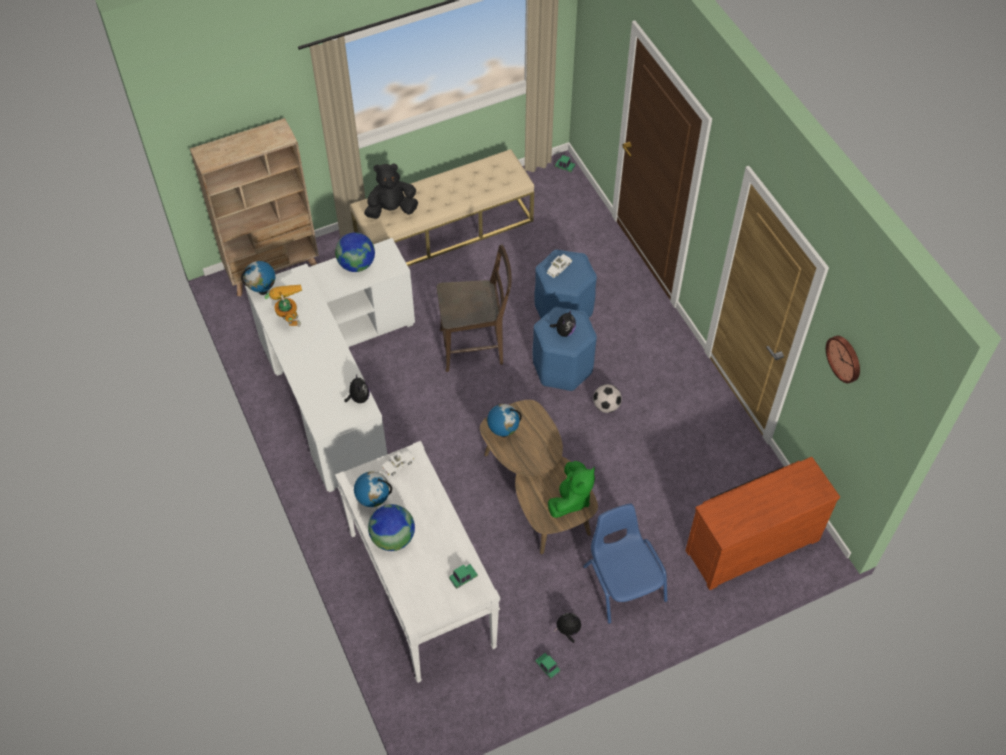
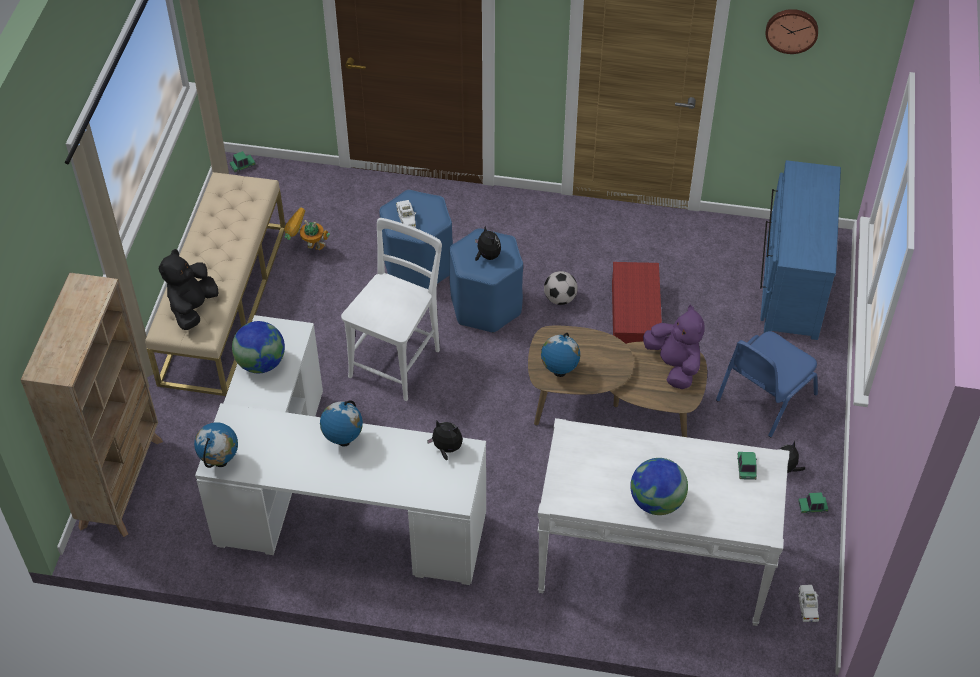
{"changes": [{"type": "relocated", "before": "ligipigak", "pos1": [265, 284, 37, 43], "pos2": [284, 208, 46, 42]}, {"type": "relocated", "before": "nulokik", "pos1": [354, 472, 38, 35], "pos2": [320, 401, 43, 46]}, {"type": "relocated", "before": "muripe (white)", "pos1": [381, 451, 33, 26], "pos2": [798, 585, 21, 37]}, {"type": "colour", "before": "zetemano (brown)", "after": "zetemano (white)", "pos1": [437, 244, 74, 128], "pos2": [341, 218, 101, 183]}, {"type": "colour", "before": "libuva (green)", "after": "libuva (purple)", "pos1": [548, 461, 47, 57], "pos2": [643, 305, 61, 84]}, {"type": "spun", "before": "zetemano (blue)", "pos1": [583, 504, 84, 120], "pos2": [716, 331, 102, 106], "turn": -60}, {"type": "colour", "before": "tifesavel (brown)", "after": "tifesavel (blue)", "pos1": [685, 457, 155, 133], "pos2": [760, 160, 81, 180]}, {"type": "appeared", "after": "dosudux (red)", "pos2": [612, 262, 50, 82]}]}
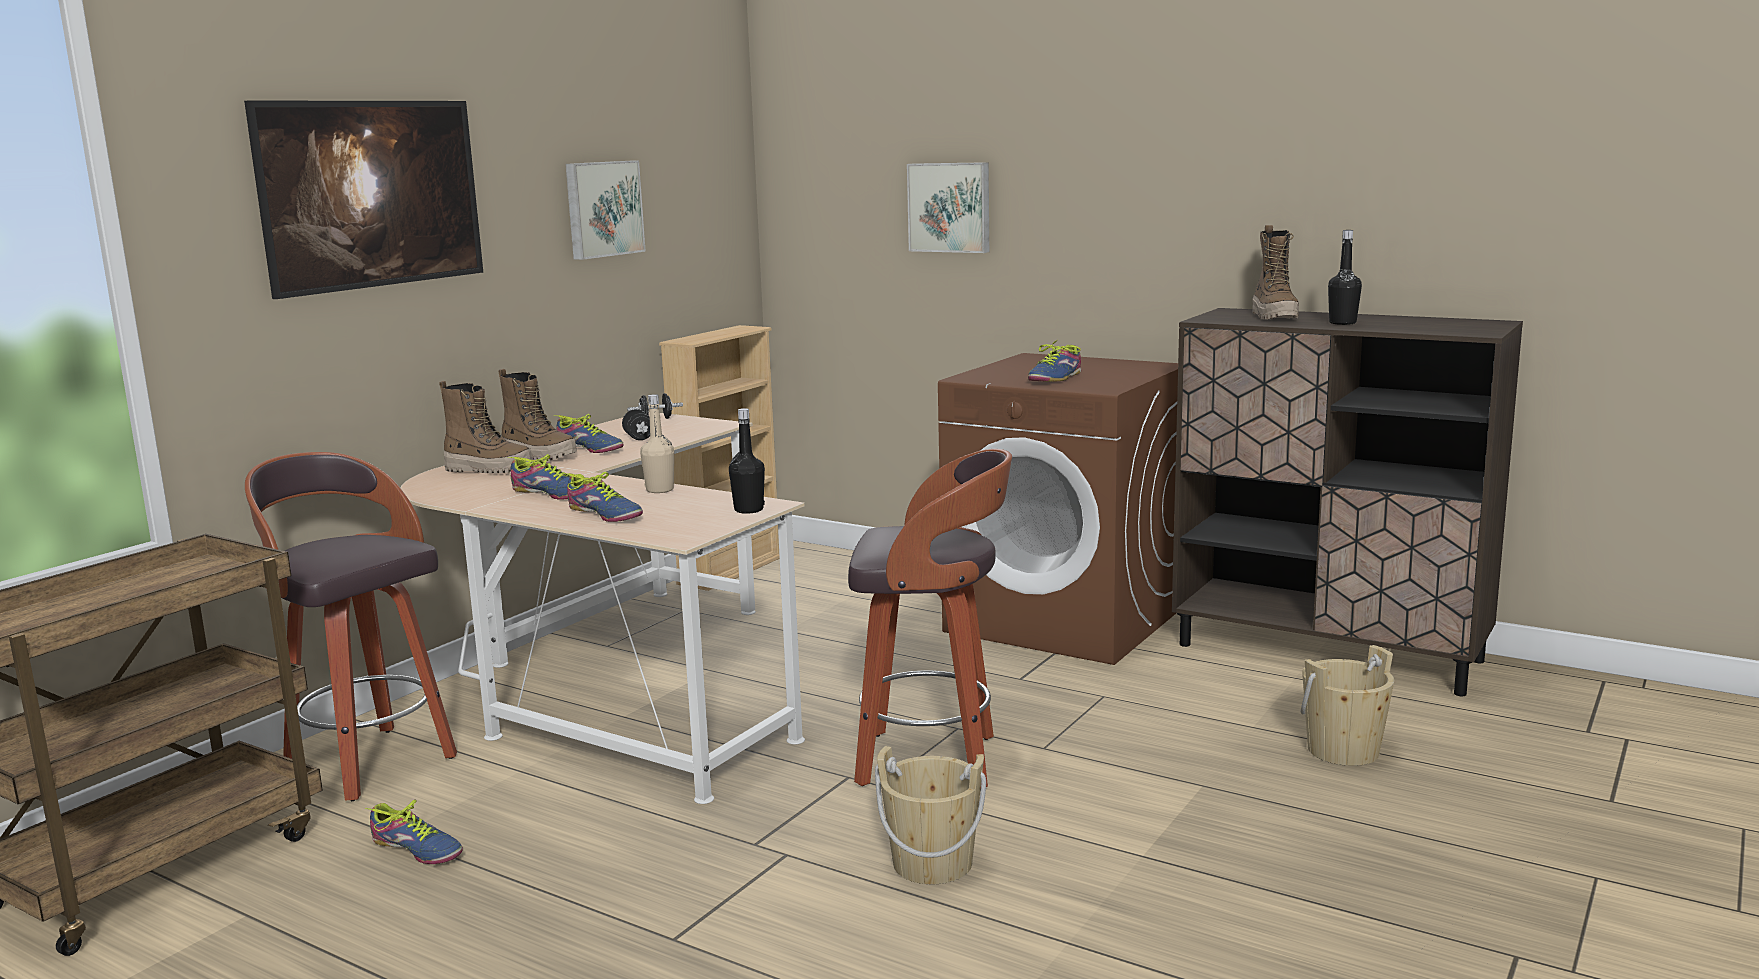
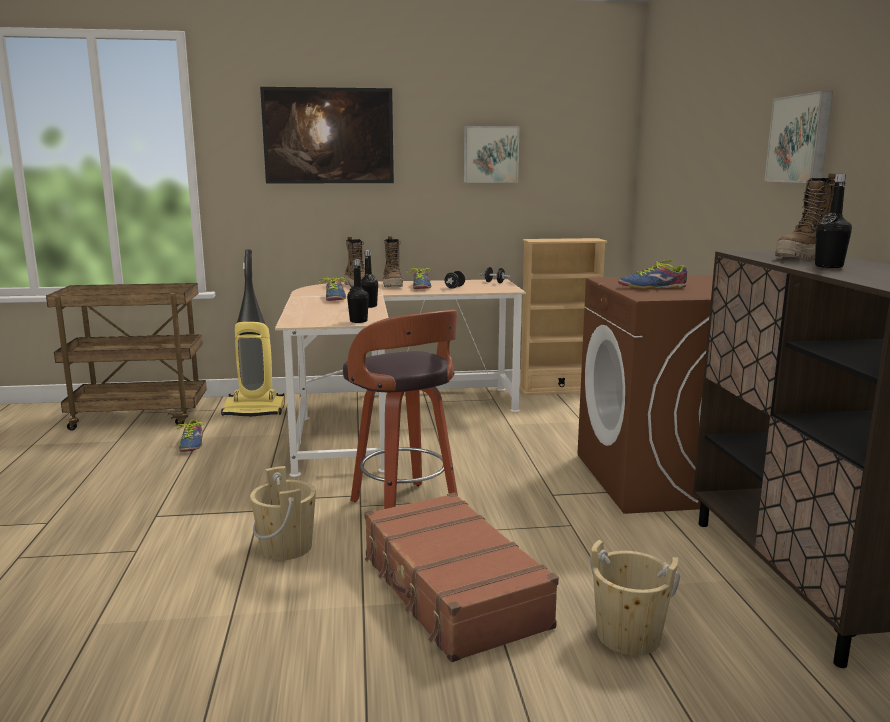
{"changes": [{"type": "exchanged", "before": "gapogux", "after": "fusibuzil", "pos1": [245, 452, 212, 349], "pos2": [221, 249, 64, 168]}, {"type": "missing", "before": "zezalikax", "pos1": [563, 472, 80, 50]}, {"type": "colour", "before": "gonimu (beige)", "after": "gonimu (black)", "pos1": [640, 394, 34, 99], "pos2": [361, 250, 17, 58]}, {"type": "relocated", "before": "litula", "pos1": [907, 162, 82, 91], "pos2": [765, 91, 68, 92]}, {"type": "appeared", "after": "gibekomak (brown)", "pos2": [364, 493, 195, 169]}]}
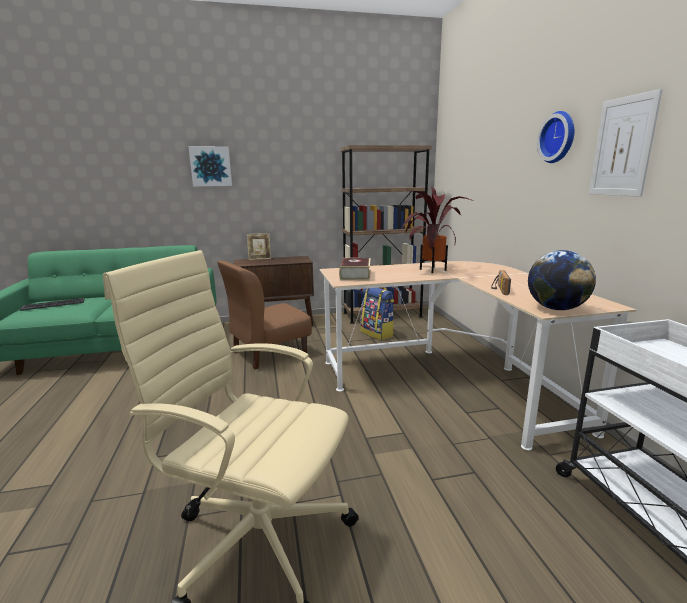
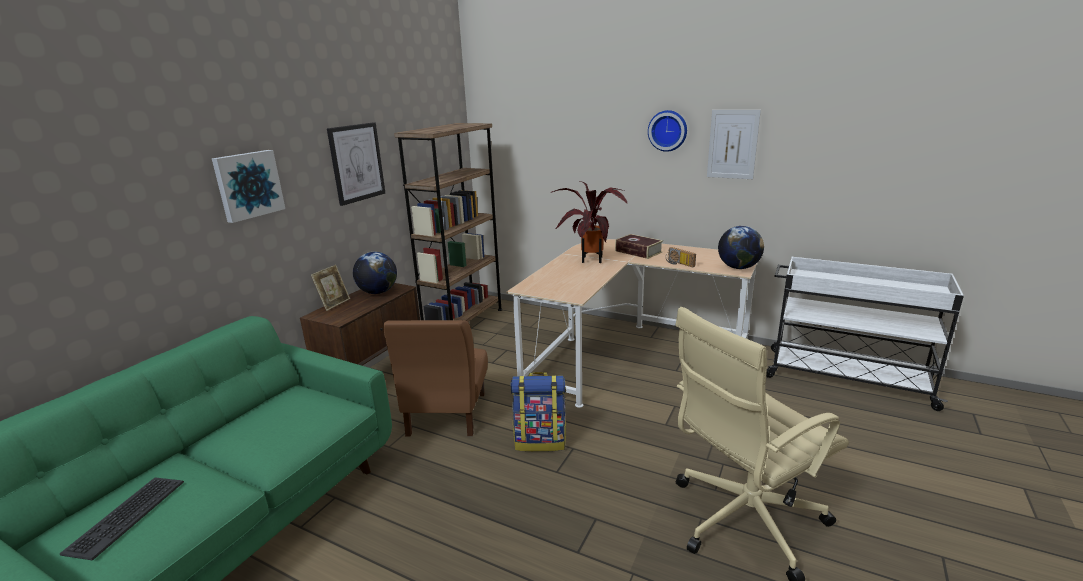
{"changes": [{"type": "relocated", "before": "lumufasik", "pos1": [339, 258, 32, 22], "pos2": [615, 234, 48, 25]}, {"type": "relocated", "before": "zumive", "pos1": [360, 287, 34, 53], "pos2": [510, 372, 56, 80]}, {"type": "appeared", "after": "litula", "pos2": [327, 122, 58, 84]}, {"type": "appeared", "after": "nulokik", "pos2": [353, 252, 44, 42]}]}
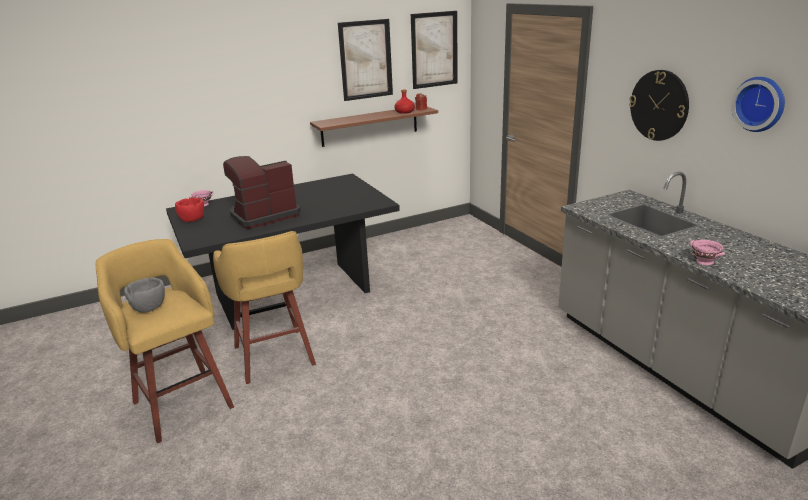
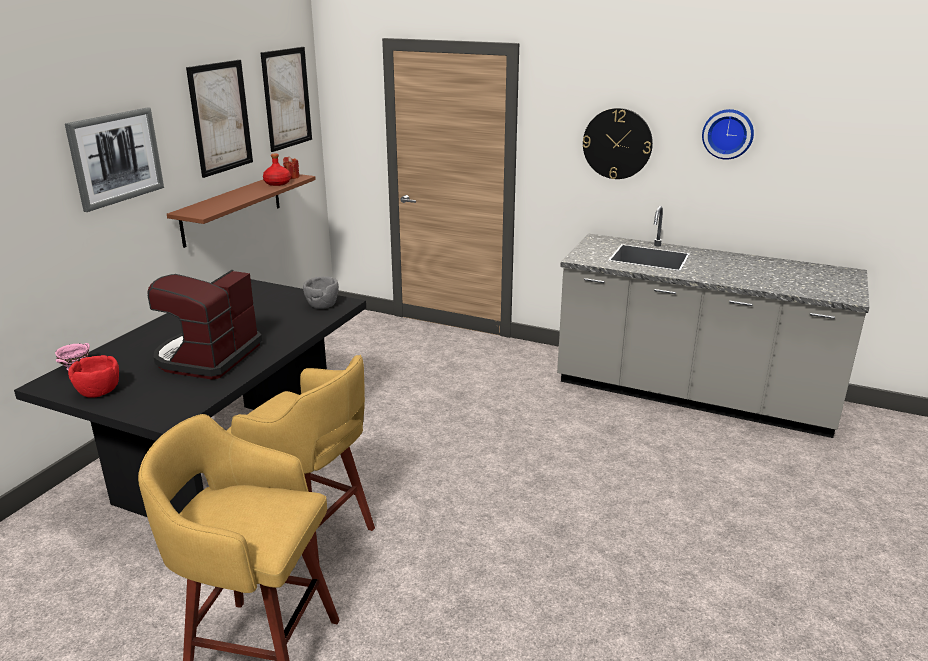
{"changes": [{"type": "relocated", "before": "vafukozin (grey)", "pos1": [124, 277, 41, 35], "pos2": [303, 276, 36, 33]}, {"type": "missing", "before": "vafukozin (pink)", "pos1": [690, 240, 35, 25]}, {"type": "appeared", "after": "litula", "pos2": [65, 107, 99, 105]}]}
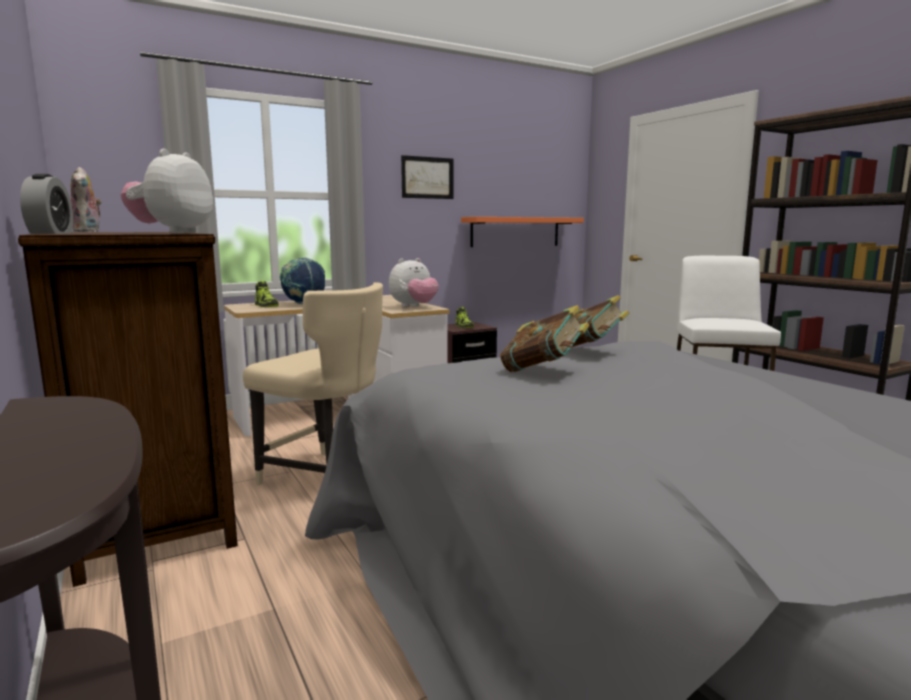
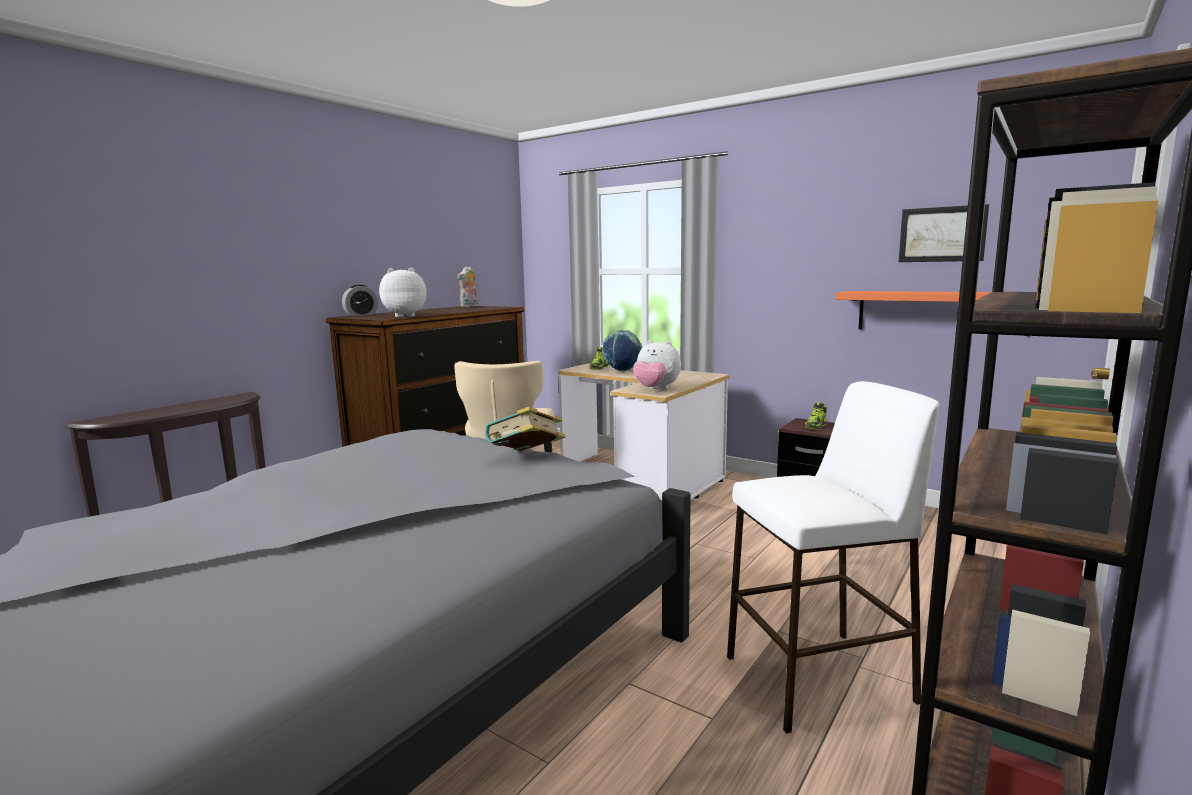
{"changes": [{"type": "relocated", "before": "litula", "pos1": [401, 155, 53, 44], "pos2": [899, 204, 90, 58]}, {"type": "missing", "before": "lumufasik", "pos1": [500, 305, 89, 67]}]}
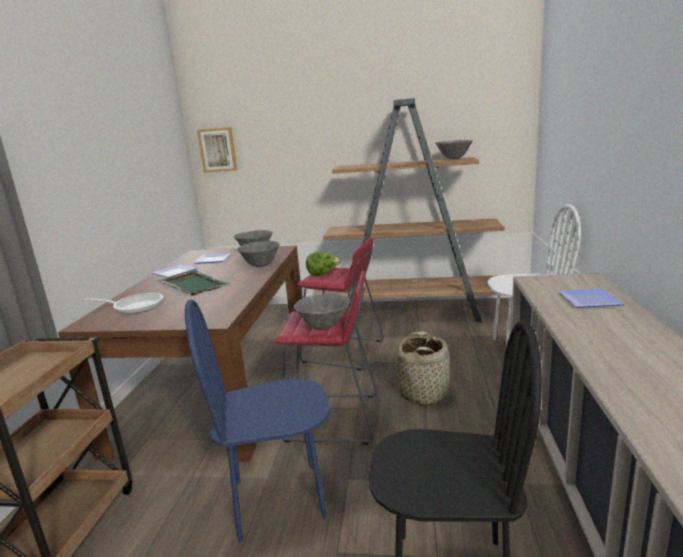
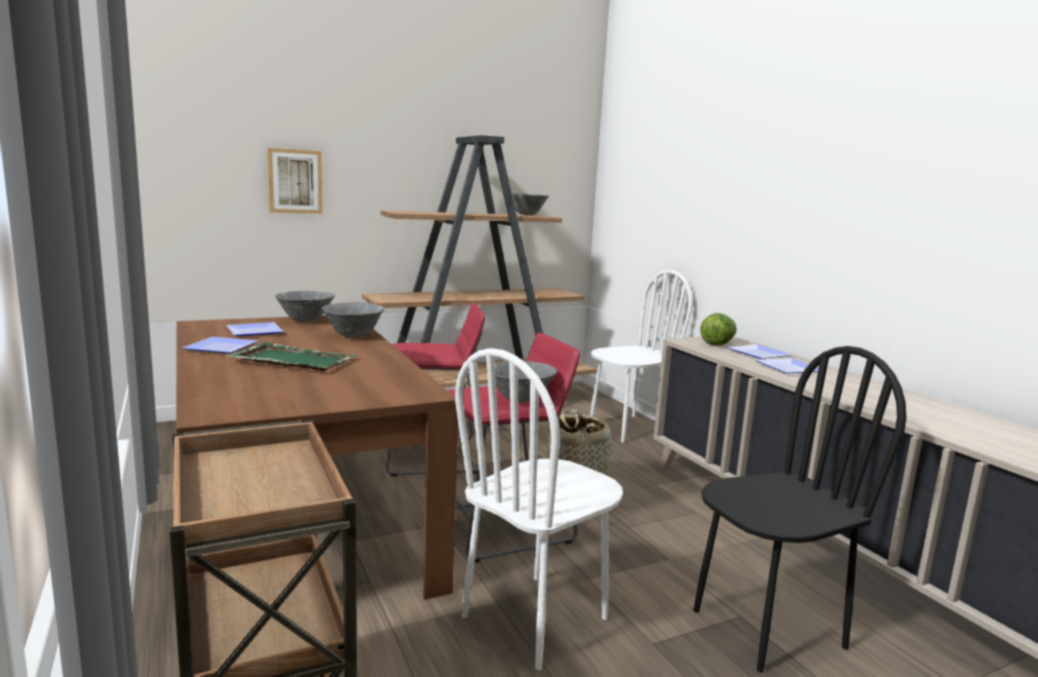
{"changes": [{"type": "missing", "before": "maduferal", "pos1": [84, 293, 79, 21]}, {"type": "colour", "before": "zetemano (blue)", "after": "zetemano (white)", "pos1": [185, 300, 145, 242], "pos2": [455, 348, 168, 322]}, {"type": "relocated", "before": "litula", "pos1": [197, 127, 40, 46], "pos2": [267, 148, 55, 66]}, {"type": "relocated", "before": "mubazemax", "pos1": [306, 252, 34, 24], "pos2": [700, 313, 37, 33]}, {"type": "appeared", "after": "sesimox", "pos2": [755, 358, 64, 16]}]}
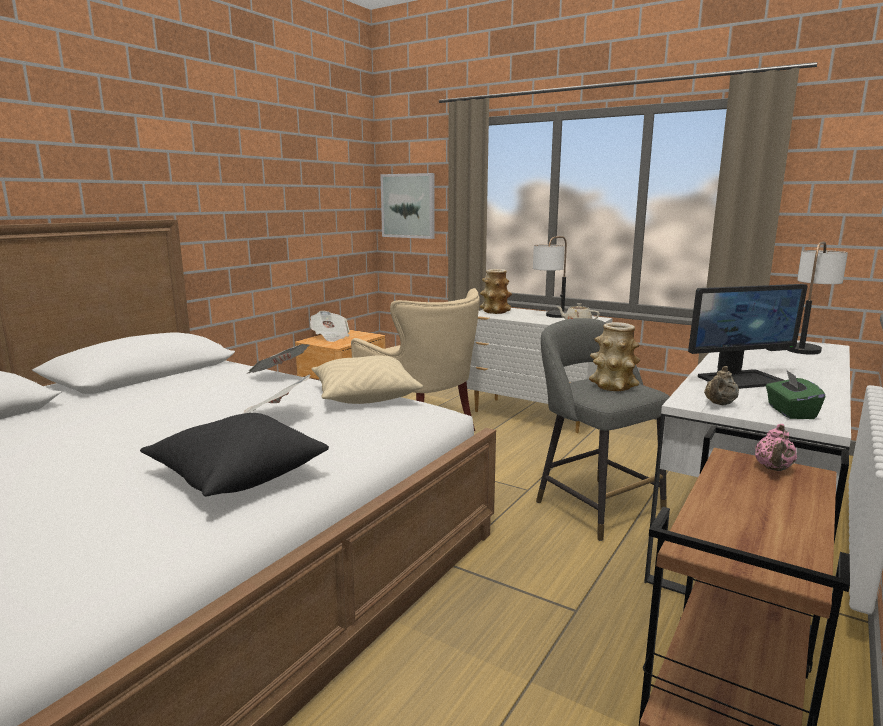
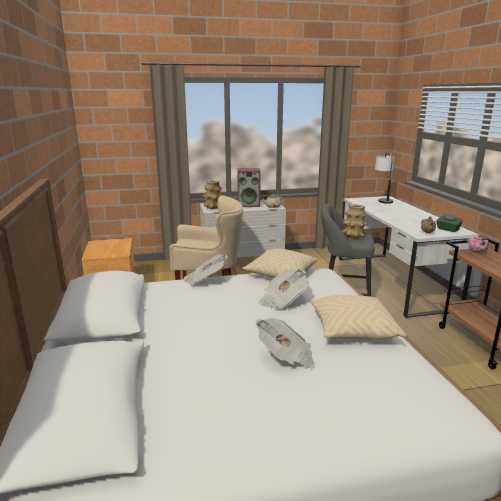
{"changes": [{"type": "colour", "before": "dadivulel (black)", "after": "dadivulel (beige)", "pos1": [140, 413, 189, 84], "pos2": [310, 295, 96, 45]}, {"type": "relocated", "before": "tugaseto", "pos1": [310, 311, 40, 31], "pos2": [255, 318, 60, 50]}, {"type": "missing", "before": "litula", "pos1": [380, 173, 55, 66]}, {"type": "exchanged", "before": "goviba", "after": "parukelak", "pos1": [533, 236, 34, 82], "pos2": [237, 168, 24, 39]}, {"type": "missing", "before": "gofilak", "pos1": [688, 284, 120, 105]}]}
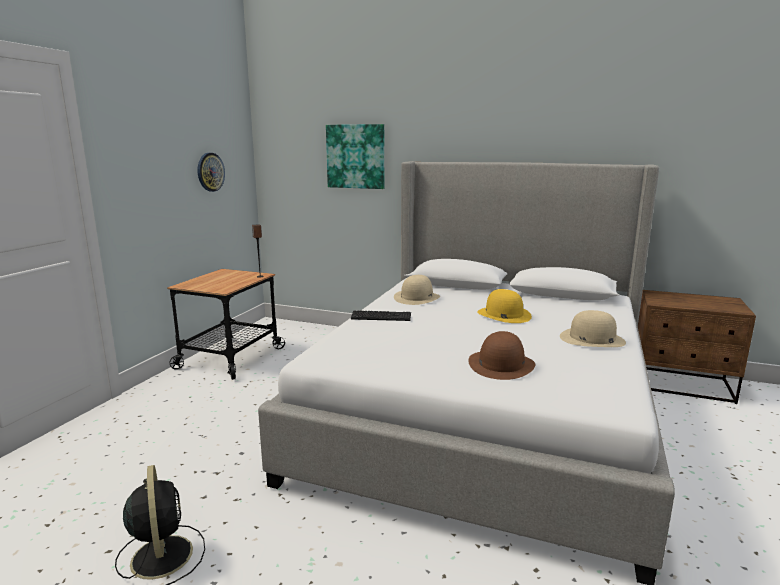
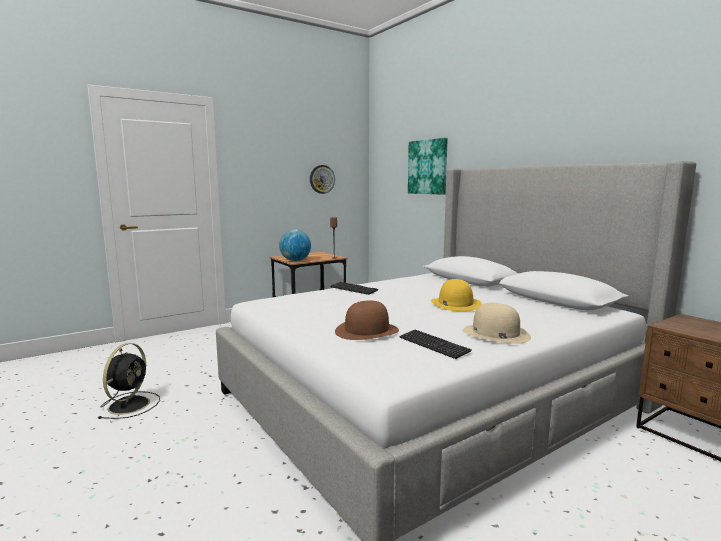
{"changes": [{"type": "missing", "before": "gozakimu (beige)", "pos1": [394, 275, 46, 30]}, {"type": "appeared", "after": "nulokik", "pos2": [279, 230, 32, 31]}, {"type": "appeared", "after": "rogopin", "pos2": [400, 330, 71, 29]}]}
